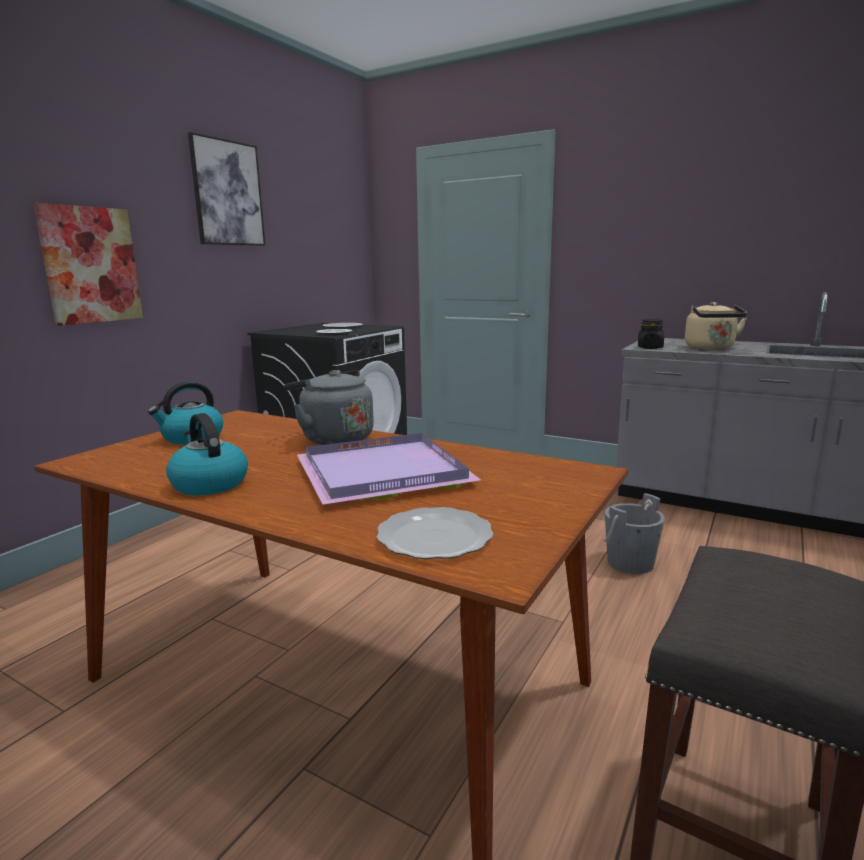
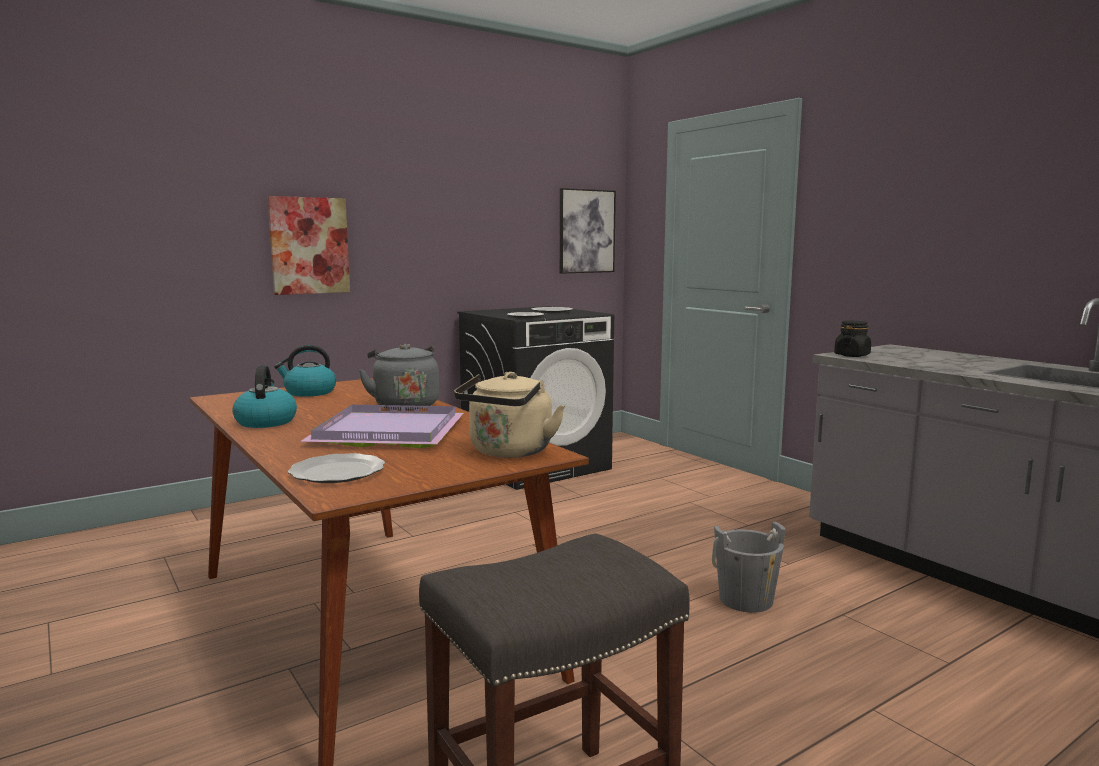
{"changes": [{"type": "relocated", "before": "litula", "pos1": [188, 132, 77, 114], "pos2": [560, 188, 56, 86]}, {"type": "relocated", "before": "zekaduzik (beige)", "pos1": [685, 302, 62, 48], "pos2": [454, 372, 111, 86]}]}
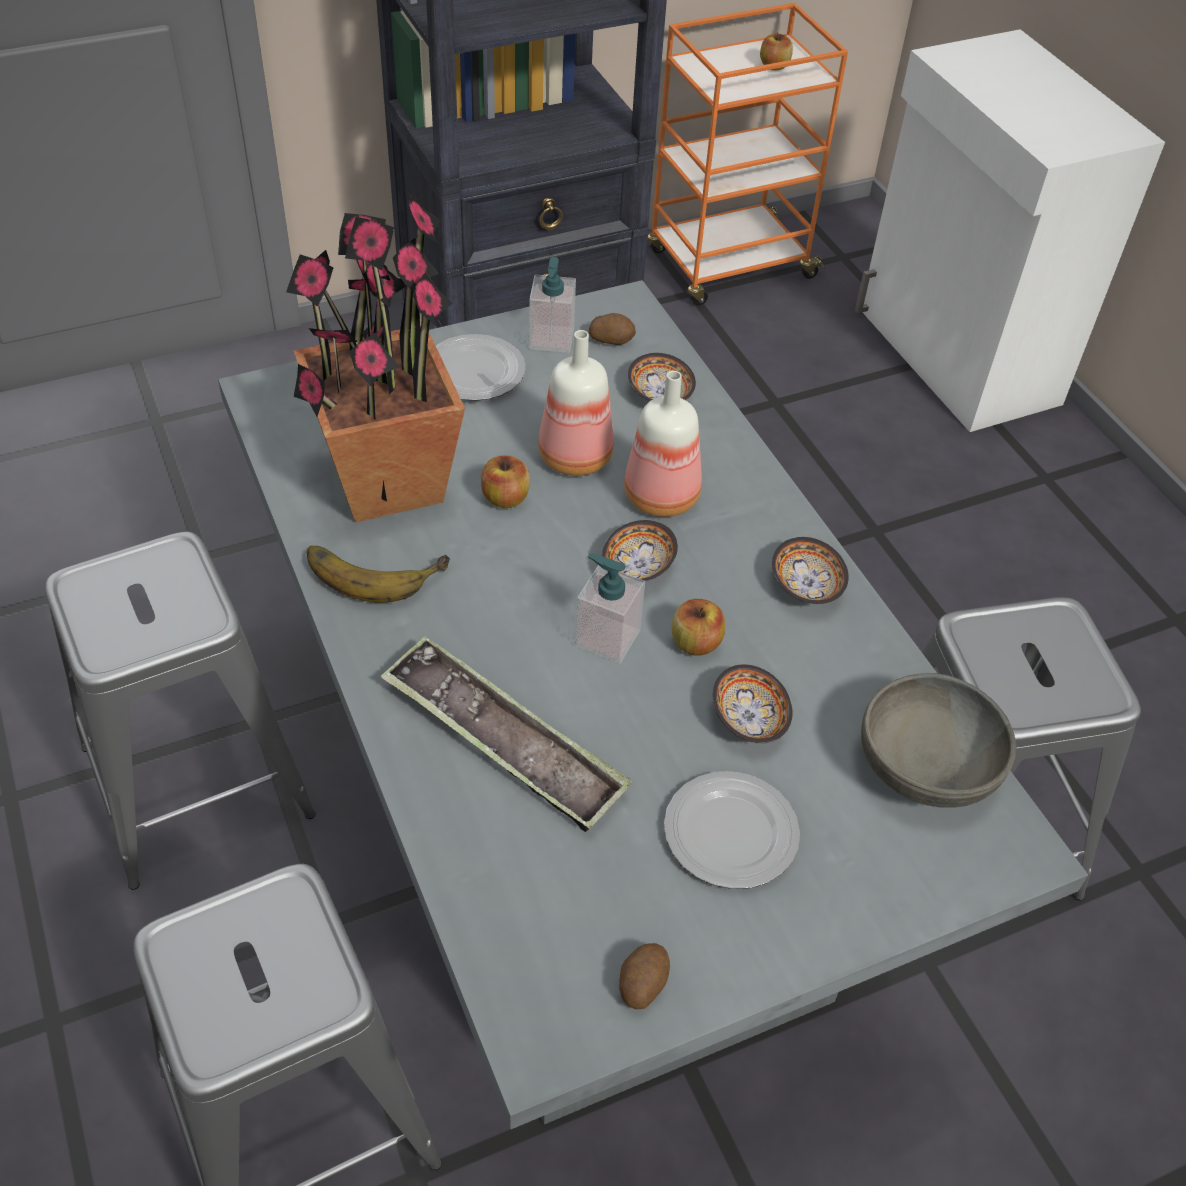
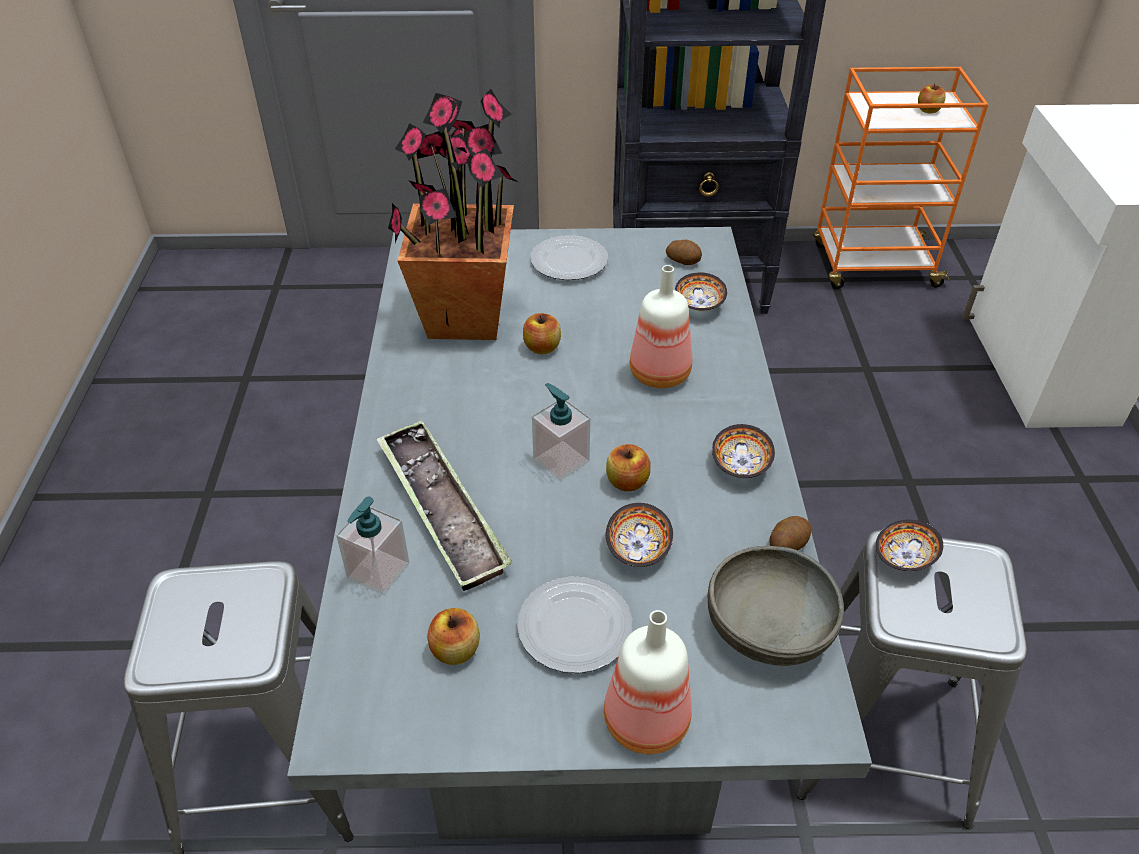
{"changes": [{"type": "missing", "before": "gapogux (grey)", "pos1": [45, 532, 270, 358]}, {"type": "missing", "before": "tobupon", "pos1": [307, 546, 143, 57]}, {"type": "relocated", "before": "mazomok", "pos1": [529, 257, 47, 96], "pos2": [336, 497, 73, 98]}, {"type": "relocated", "before": "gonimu", "pos1": [538, 330, 76, 146], "pos2": [604, 610, 88, 144]}, {"type": "relocated", "before": "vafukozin", "pos1": [602, 520, 76, 62], "pos2": [876, 520, 67, 51]}, {"type": "relocated", "before": "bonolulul", "pos1": [619, 943, 51, 66], "pos2": [769, 516, 42, 34]}, {"type": "appeared", "after": "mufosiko", "pos2": [427, 608, 53, 57]}]}
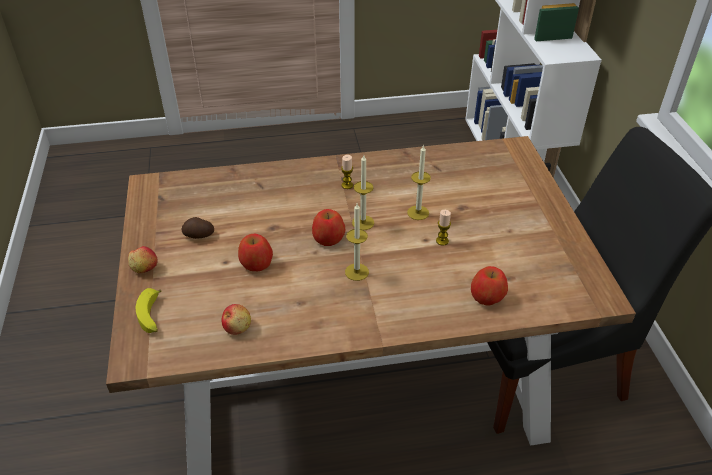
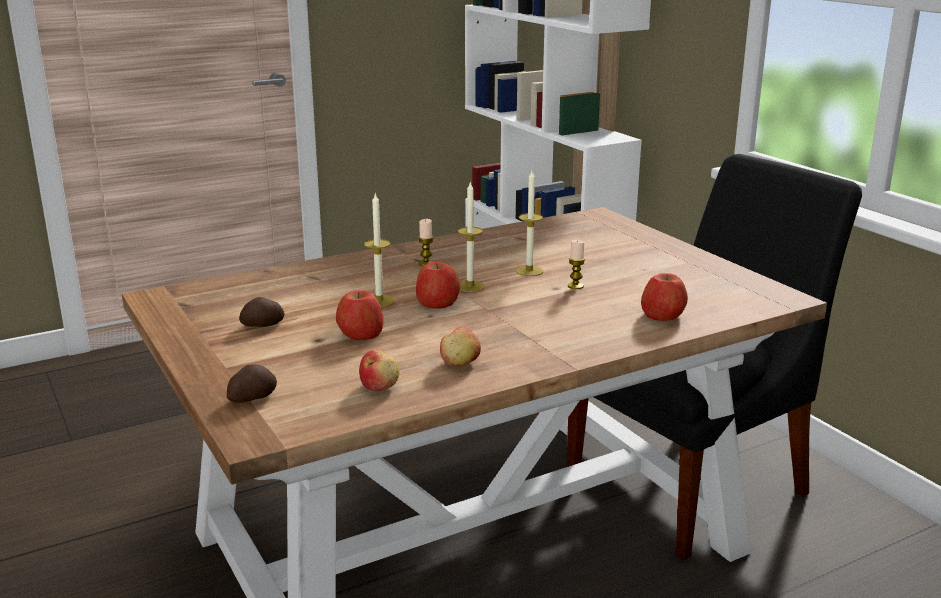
{"changes": [{"type": "relocated", "before": "mufosiko", "pos1": [128, 246, 30, 27], "pos2": [440, 327, 41, 39]}, {"type": "exchanged", "before": "tobupon", "after": "bonolulul", "pos1": [136, 288, 26, 45], "pos2": [227, 364, 50, 39]}, {"type": "relocated", "before": "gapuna", "pos1": [345, 203, 24, 78], "pos2": [364, 192, 31, 115]}]}
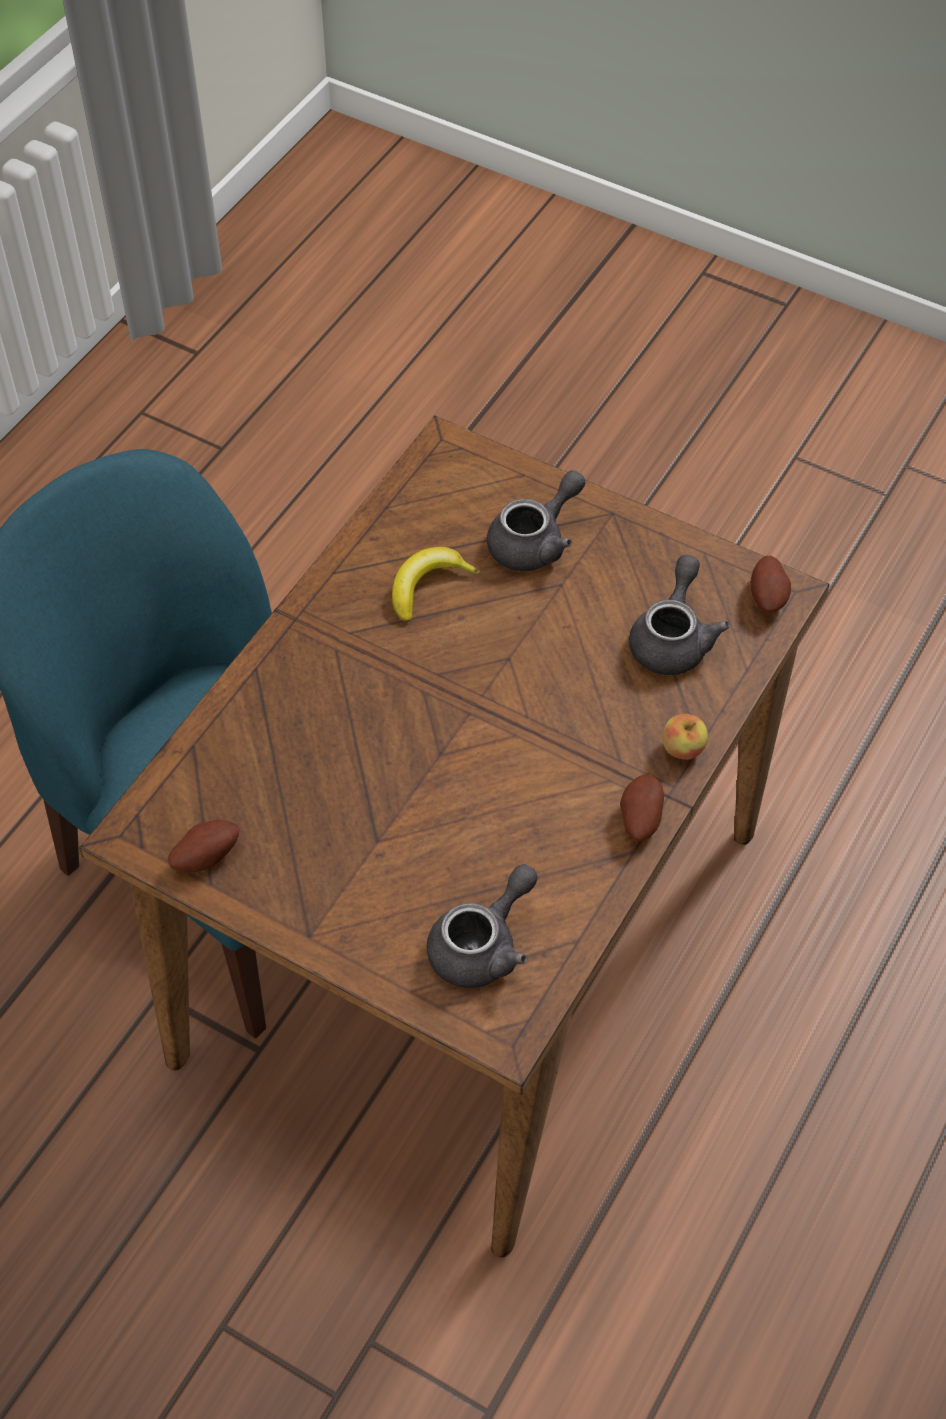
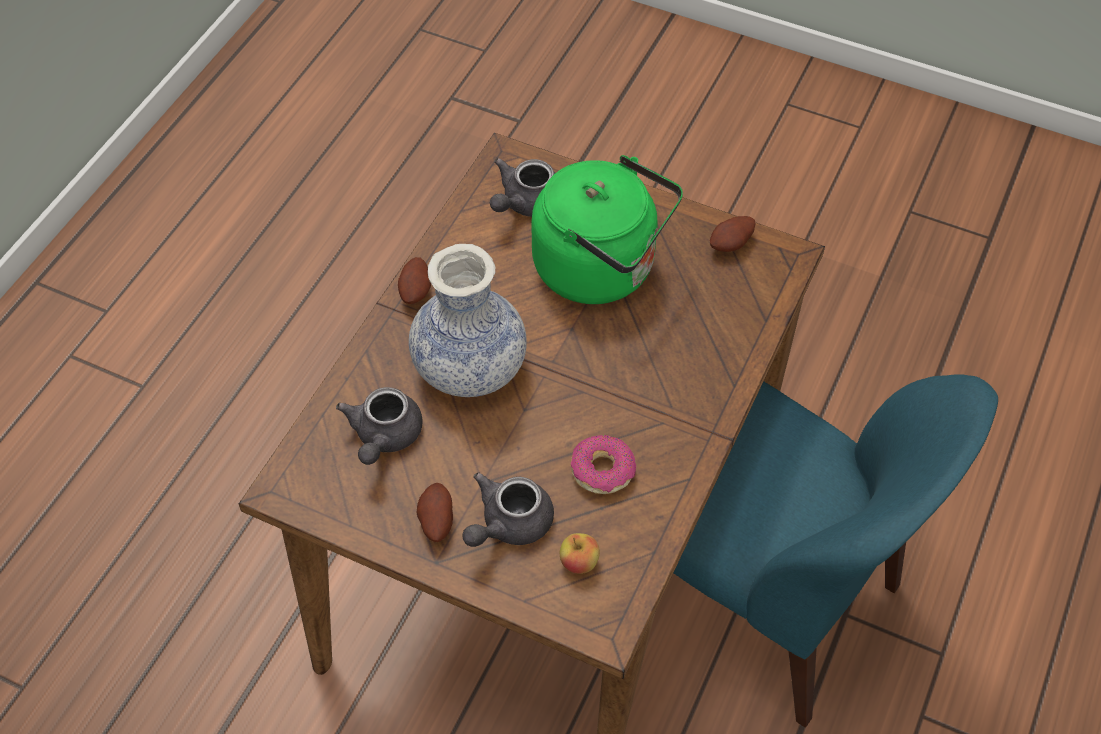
{"changes": [{"type": "exchanged", "before": "tobupon", "after": "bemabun", "pos1": [392, 547, 88, 76], "pos2": [571, 435, 65, 59]}, {"type": "relocated", "before": "mufosiko", "pos1": [662, 714, 46, 46], "pos2": [560, 533, 40, 41]}, {"type": "relocated", "before": "bonolulul", "pos1": [751, 556, 40, 57], "pos2": [416, 483, 37, 59]}, {"type": "appeared", "after": "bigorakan", "pos2": [409, 244, 118, 153]}, {"type": "appeared", "after": "zekaduzik (green)", "pos2": [531, 155, 152, 149]}]}
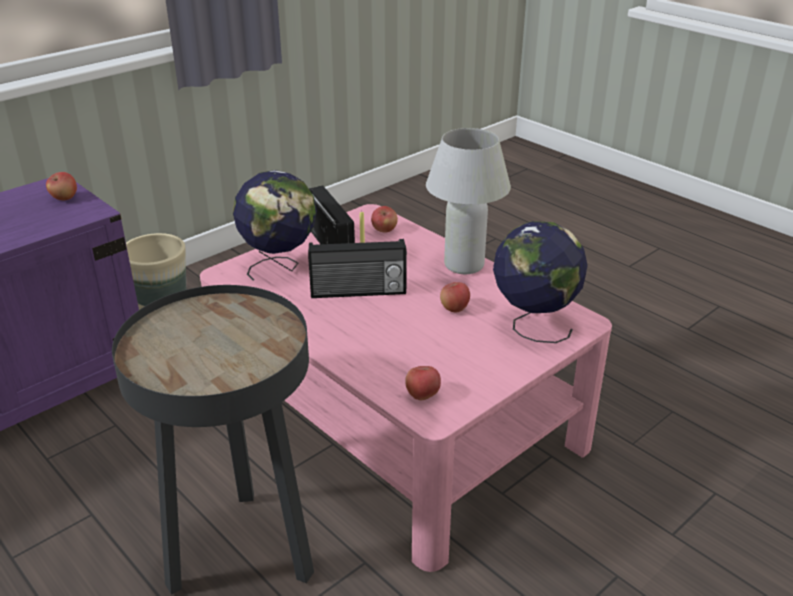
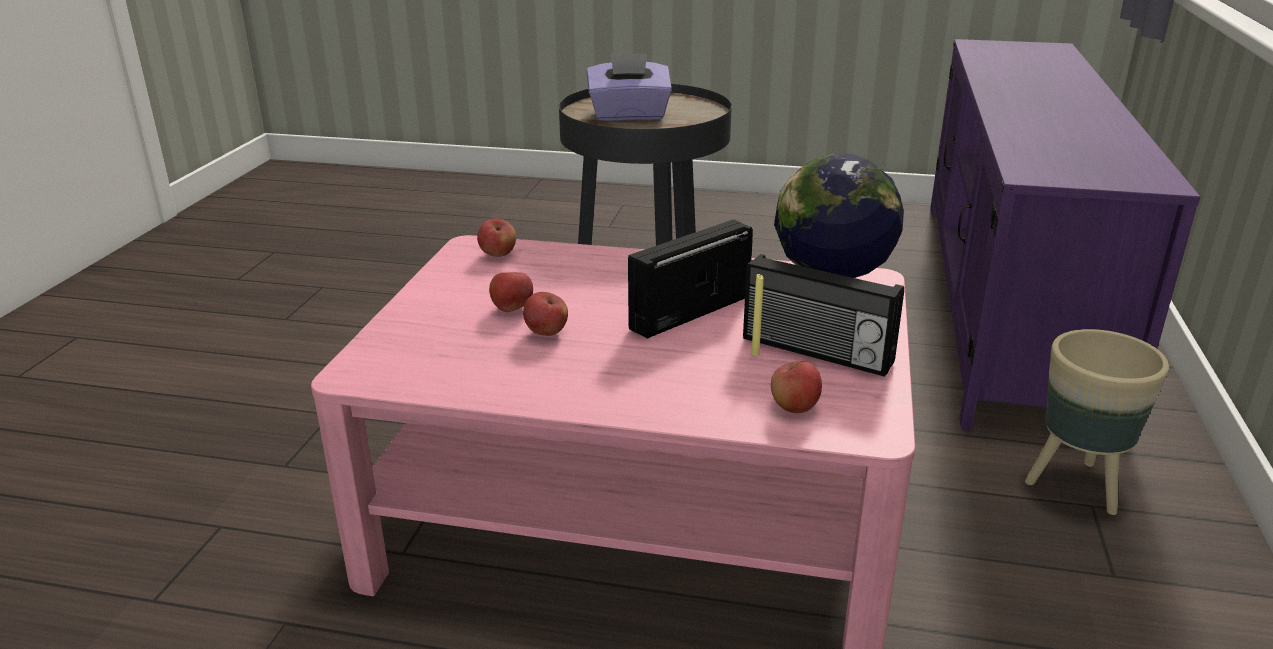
{"changes": [{"type": "relocated", "before": "mufosiko", "pos1": [46, 172, 31, 28], "pos2": [489, 272, 44, 40]}, {"type": "missing", "before": "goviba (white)", "pos1": [426, 128, 85, 146]}, {"type": "missing", "before": "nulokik", "pos1": [493, 221, 95, 122]}, {"type": "appeared", "after": "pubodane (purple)", "pos2": [587, 53, 85, 68]}]}
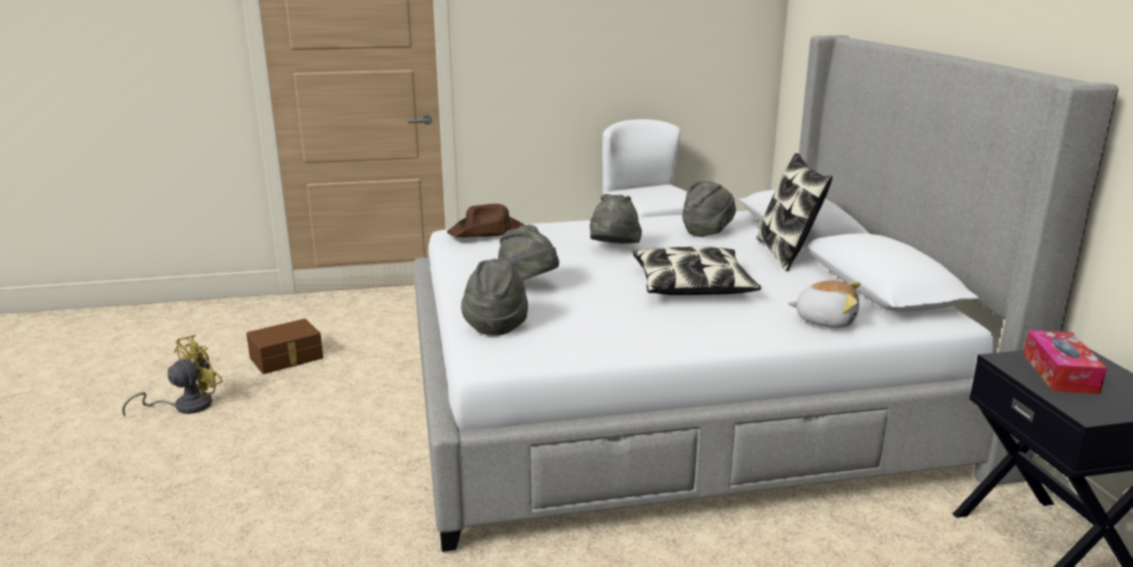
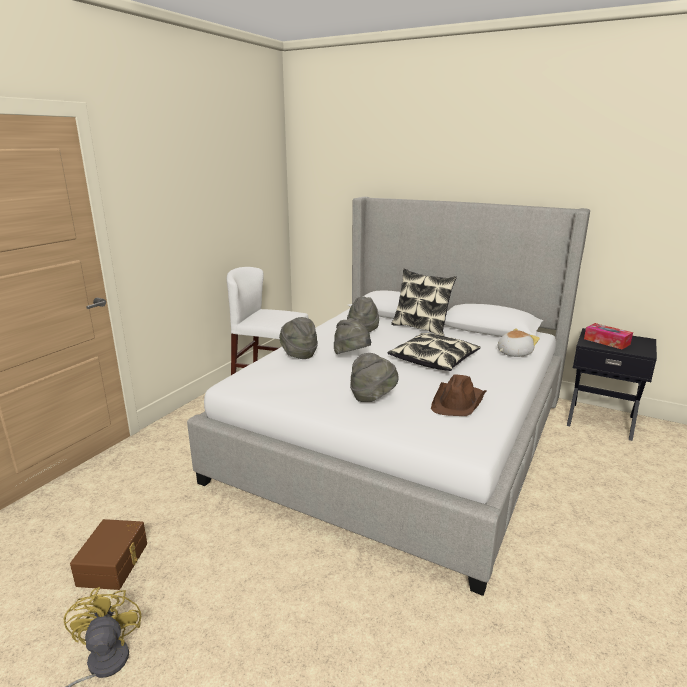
{"changes": [{"type": "relocated", "before": "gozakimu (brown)", "pos1": [447, 204, 78, 33], "pos2": [431, 374, 55, 42]}, {"type": "relocated", "before": "gozakimu (grey)", "pos1": [461, 259, 67, 77], "pos2": [279, 317, 39, 42]}]}
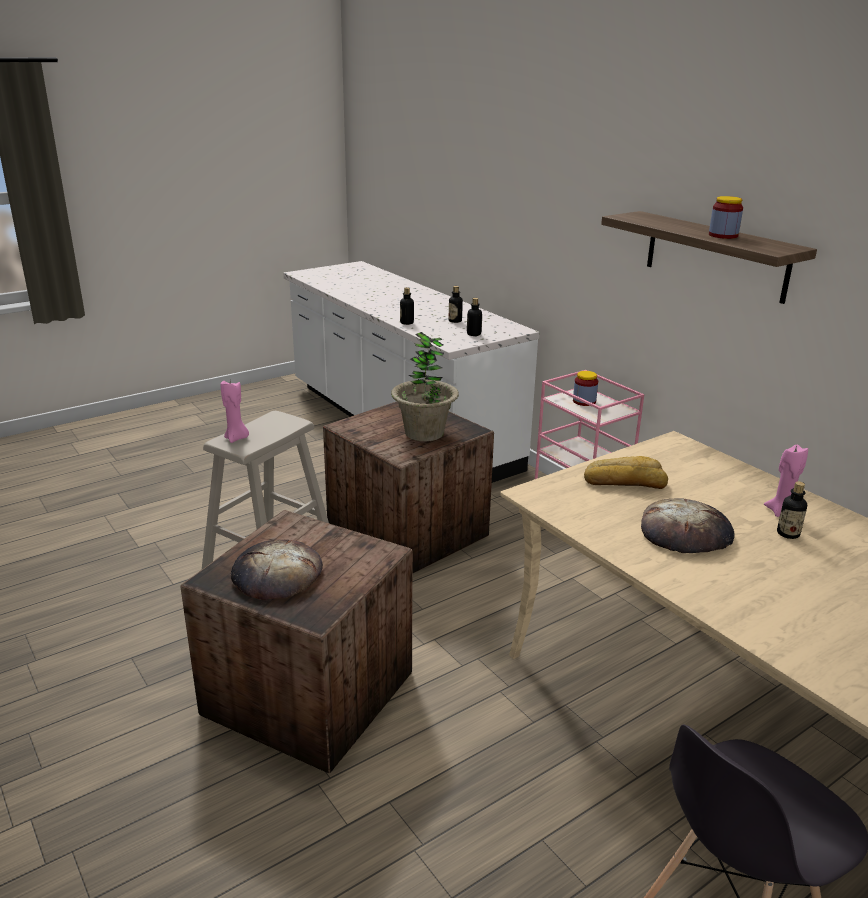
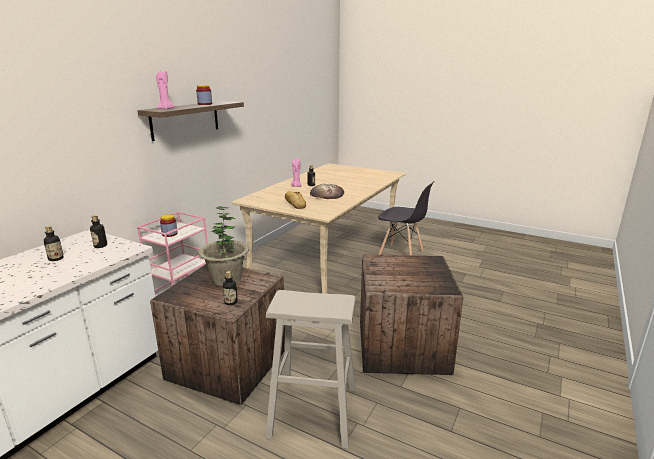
{"changes": [{"type": "relocated", "before": "gapuna (pink)", "pos1": [221, 381, 28, 62], "pos2": [156, 71, 19, 39]}, {"type": "missing", "before": "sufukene", "pos1": [231, 540, 92, 60]}, {"type": "relocated", "before": "gonimu", "pos1": [400, 287, 14, 38], "pos2": [223, 271, 15, 34]}]}
